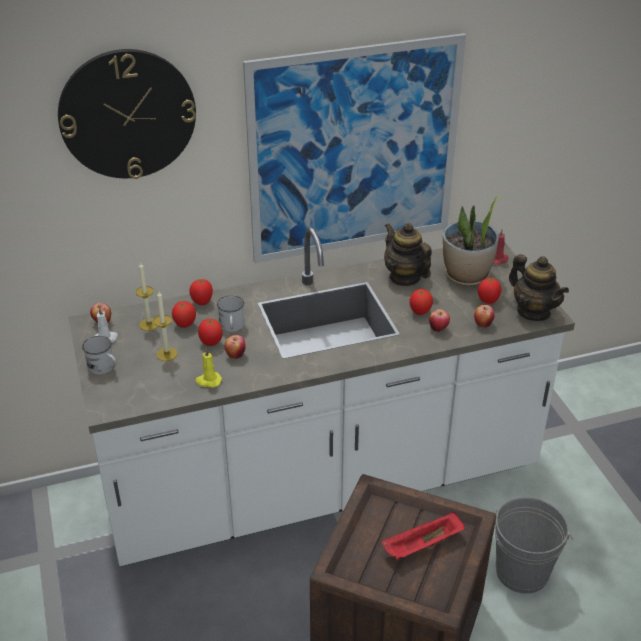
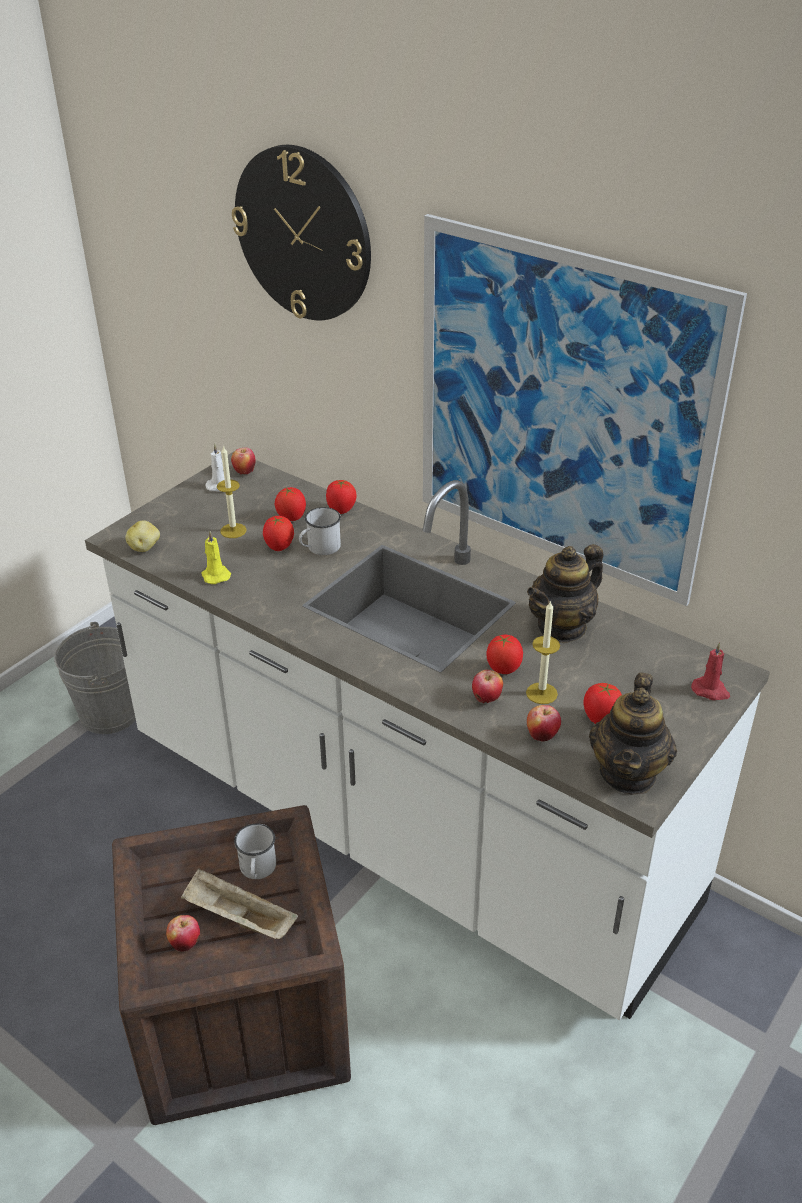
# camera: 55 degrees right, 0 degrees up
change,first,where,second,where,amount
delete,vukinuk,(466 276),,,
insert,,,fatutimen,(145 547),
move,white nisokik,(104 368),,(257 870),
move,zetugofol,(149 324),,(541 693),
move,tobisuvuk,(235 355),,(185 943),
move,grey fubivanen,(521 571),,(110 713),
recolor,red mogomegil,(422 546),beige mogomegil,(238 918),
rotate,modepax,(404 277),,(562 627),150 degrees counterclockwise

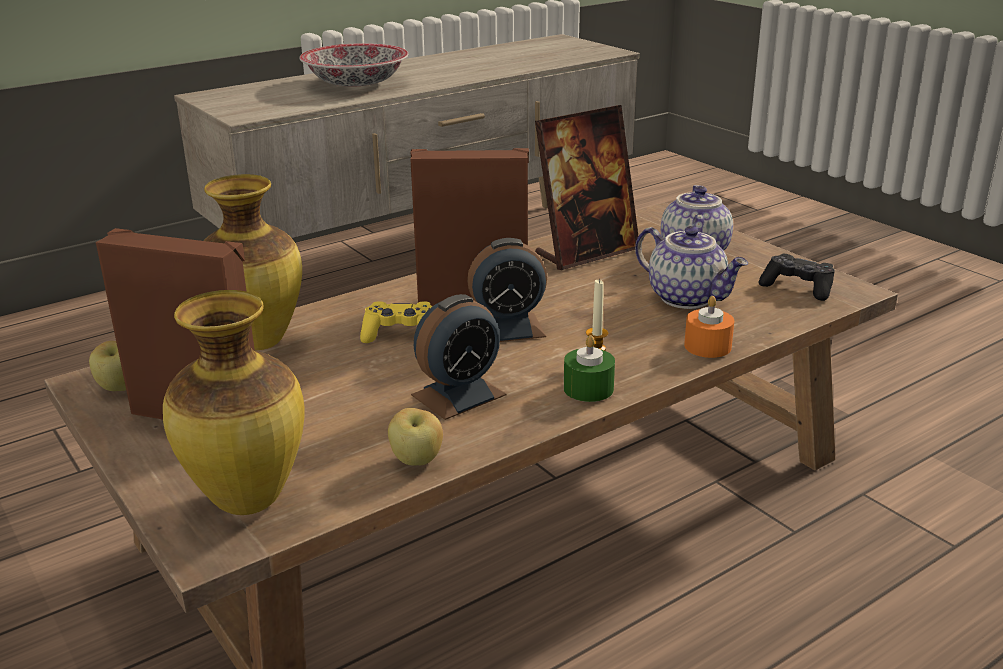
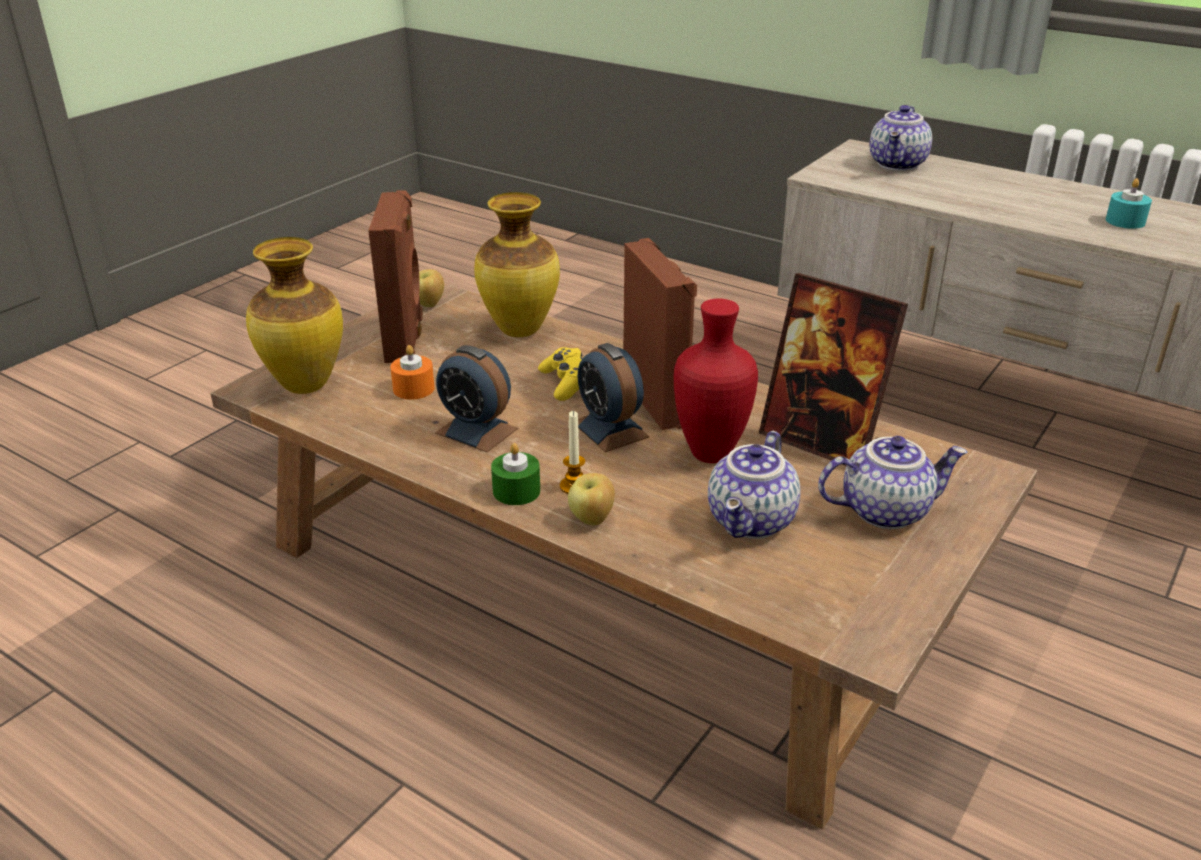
# camera: 70 degrees right, 5 degrees up
change,first,where,second,where,amount
delete,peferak,(355 84),,,
delete,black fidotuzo,(797 287),,,
insert,,,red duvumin,(710 455),
insert,,,modepax,(898 165),
insert,,,turquoise zetugofol,(1125 221),
move,tobisuvuk,(417 461),,(592 519),
move,orange zetugofol,(707 346),,(413 389),

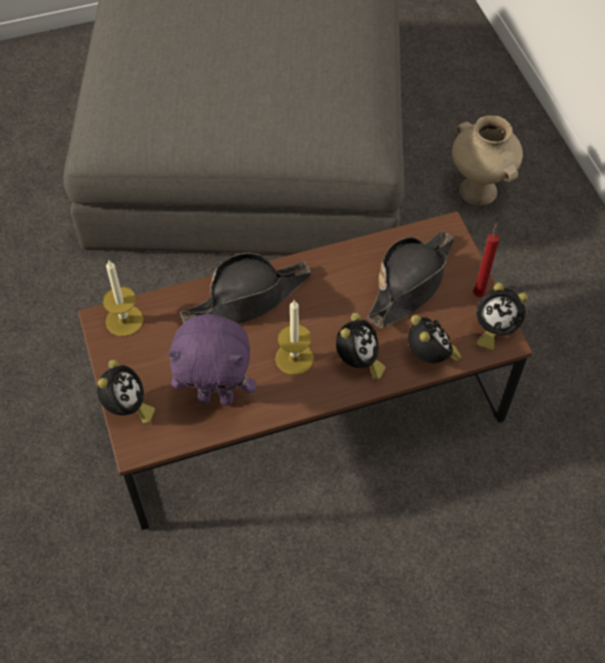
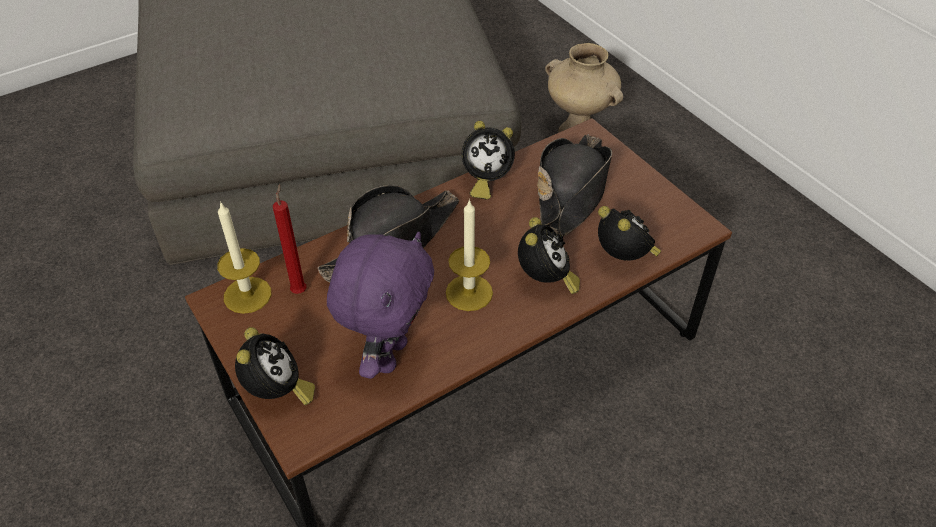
# camera: 15 degrees left, 10 degrees down
change,first,where,second,where,amount
move,red zetugofol,(479 293),,(299 290),
move,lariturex,(493 329),,(485 181),
rotate,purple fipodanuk,(216 397),,(388 355),60 degrees counterclockwise

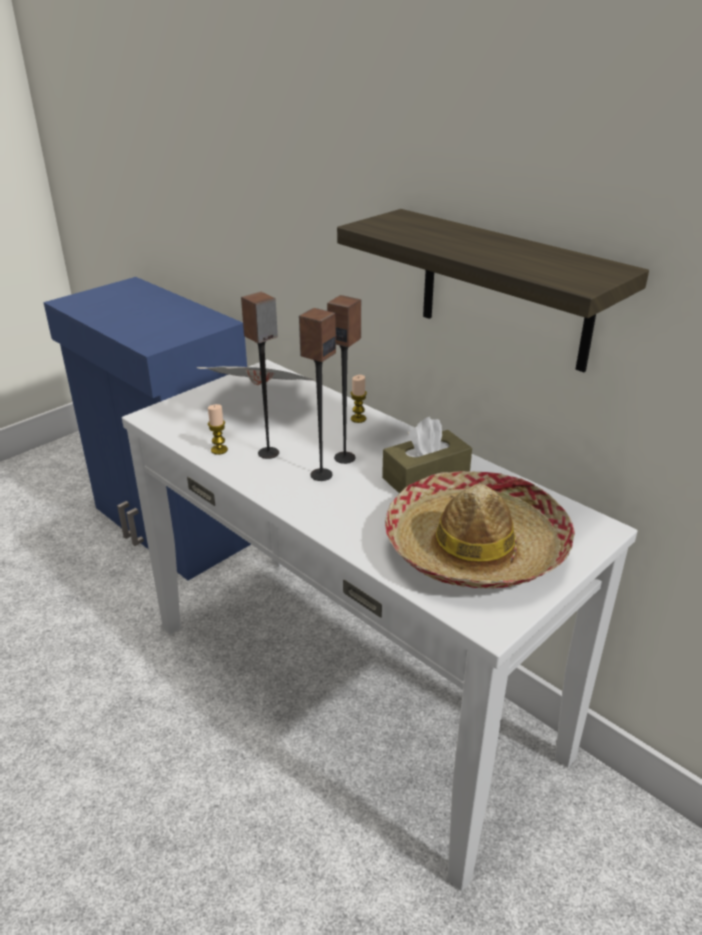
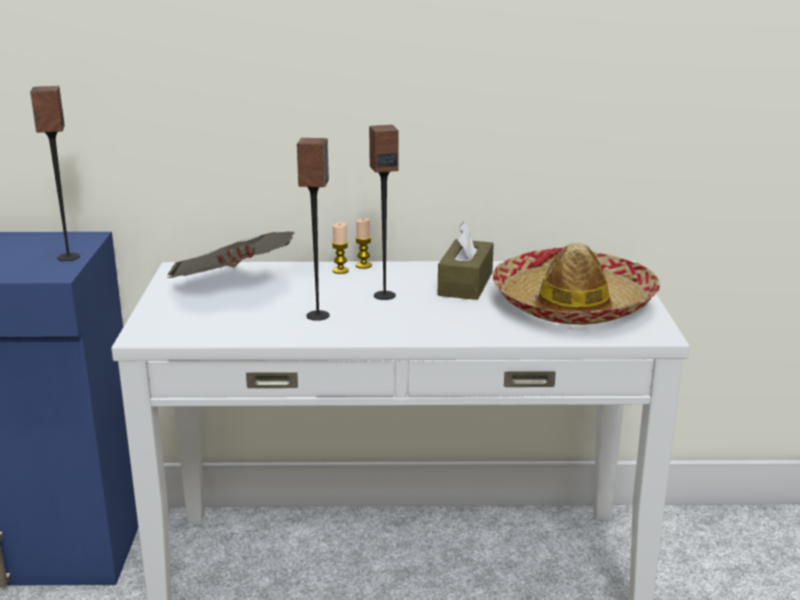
# camera: 45 degrees left, 10 degrees down
change,first,where,second,where,amount
delete,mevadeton,(505 290),,,
move,zetugofol,(219 450),,(363 265),
move,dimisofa,(321 474),,(68 257),

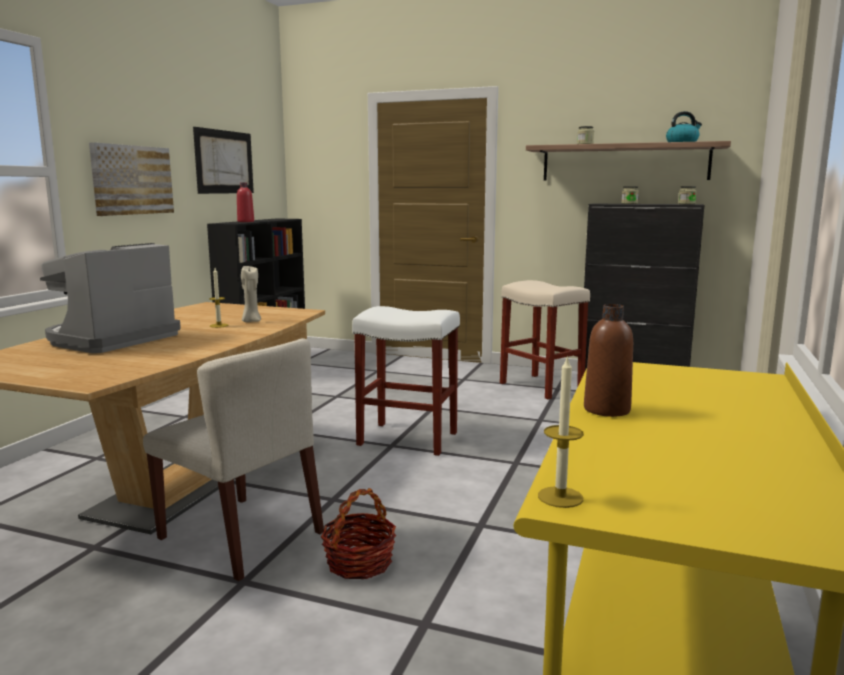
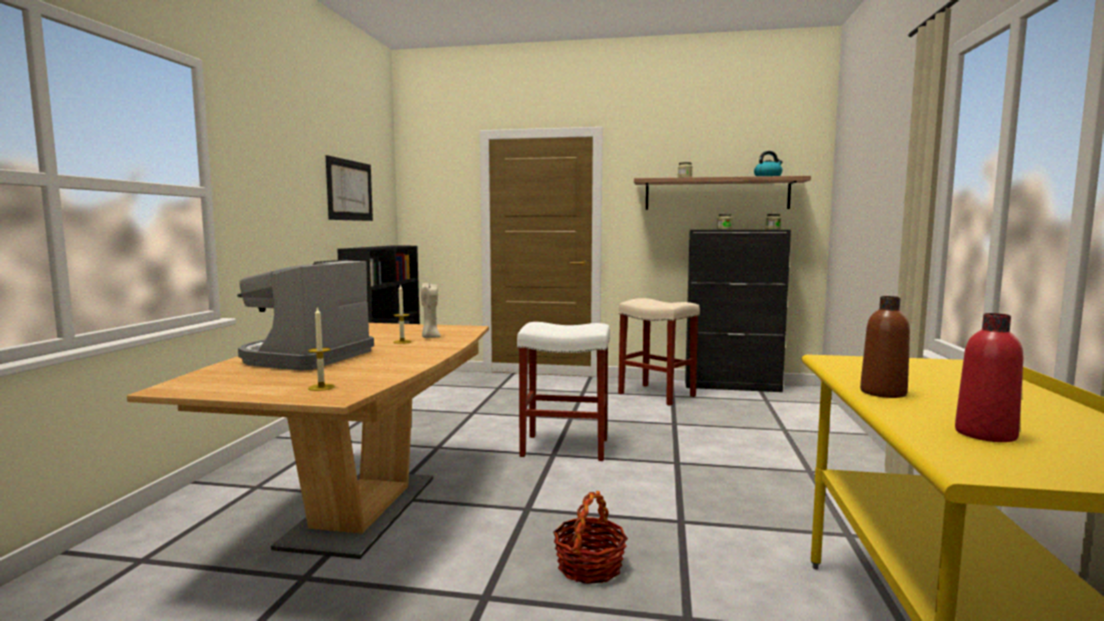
# camera: 10 degrees left, 5 degrees down
change,first,where,second,where,amount
delete,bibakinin,(132 180),,,
delete,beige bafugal,(242 535),,,
move,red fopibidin,(245 221),,(985 434),
move,zetugofol,(560 497),,(321 387),

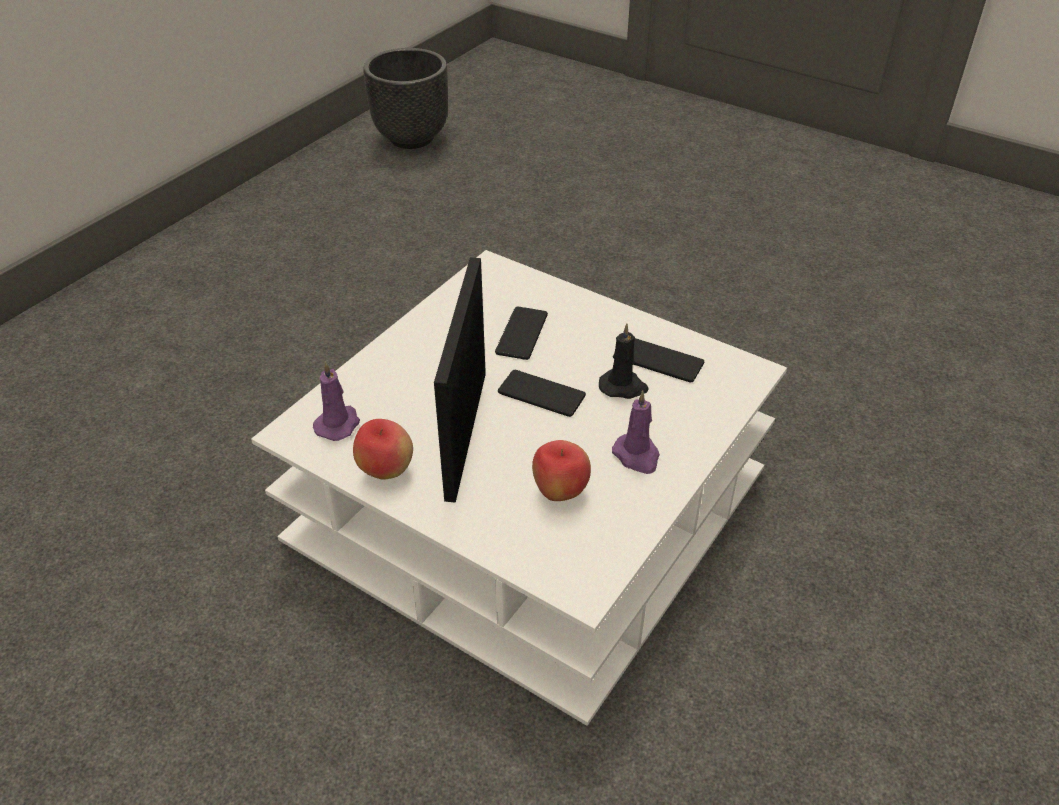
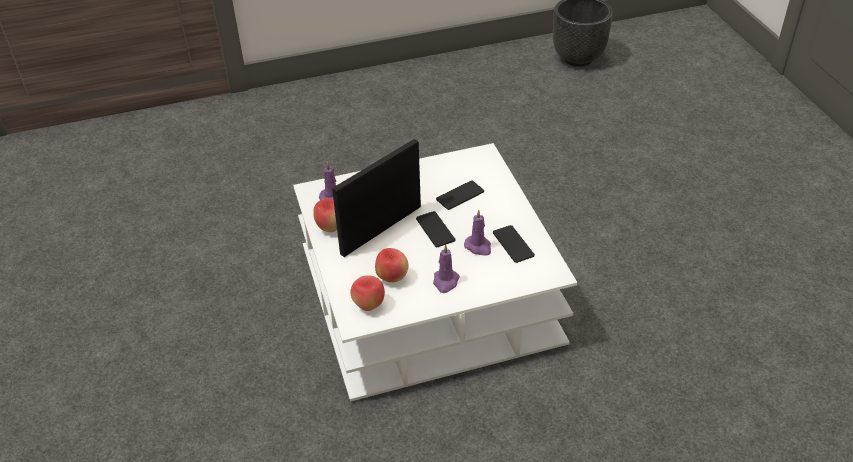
# camera: 40 degrees right, 0 degrees up
change,first,where,second,where,amount
insert,,,tobisuvuk,(369 305),
recolor,black zetugofol,(623 387),purple zetugofol,(478 247),

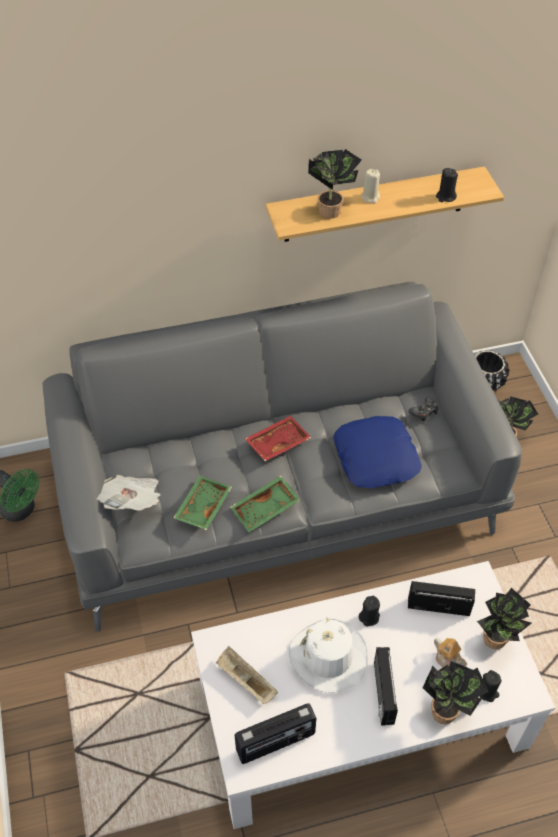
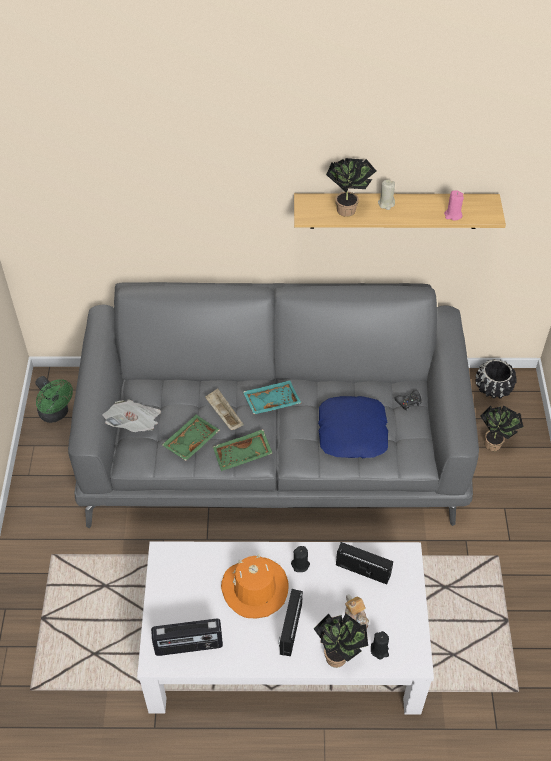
# camera: 15 degrees right, 0 degrees up
change,first,where,second,where,amount
delete,vukinuk,(496 642),,,
move,beige mogomegil,(245 680),,(223 415),
recolor,red mogomegil,(277 442),turquoise mogomegil,(271 401),
recolor,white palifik,(328 657),orange palifik,(254 589),
recolor,black zetugofol,(445 196),pink zetugofol,(453 215),

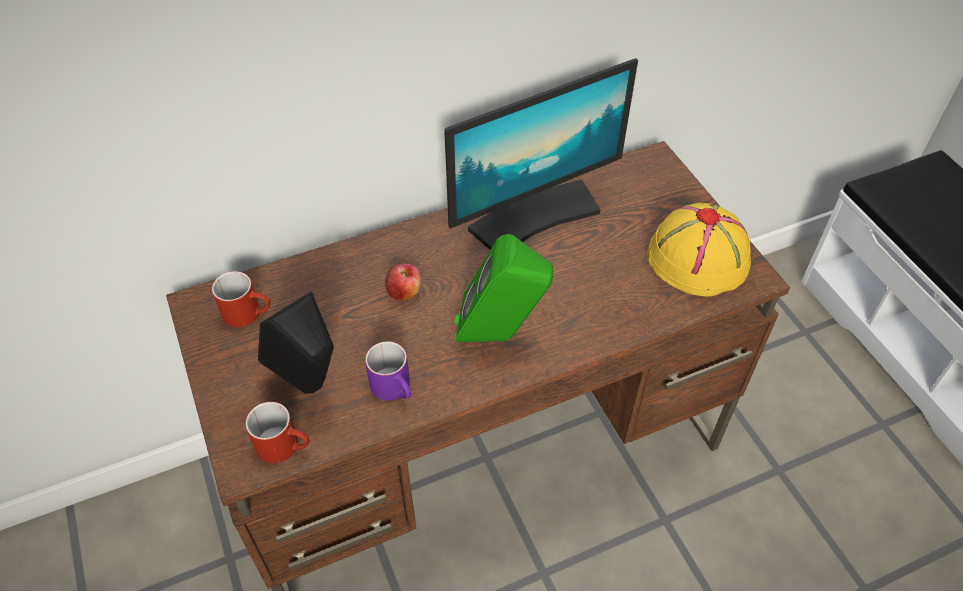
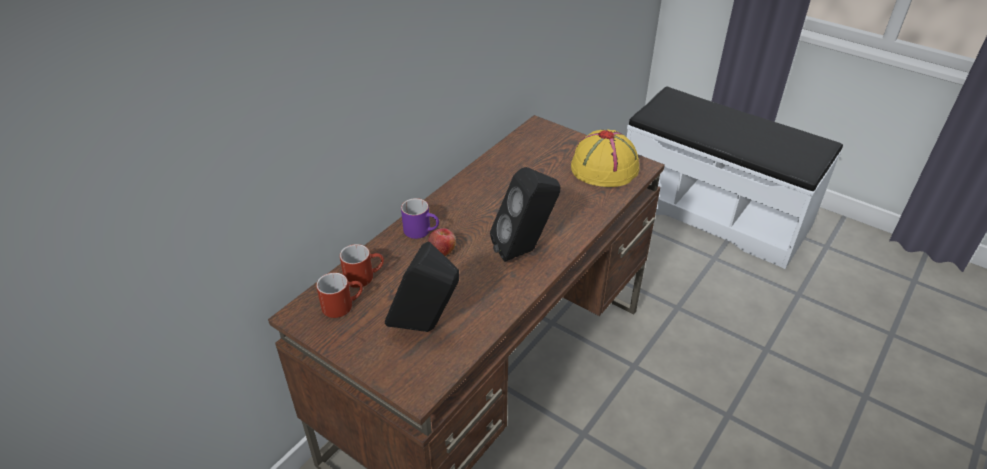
# camera: 30 degrees left, 10 degrees down
change,first,where,second,where,amount
delete,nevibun,(534 216),,,
move,red nisokik,(285 445),,(364 276),
move,purple nisokik,(395 388),,(422 231),
recolor,green dimisofa,(501 336),black dimisofa,(525 250),

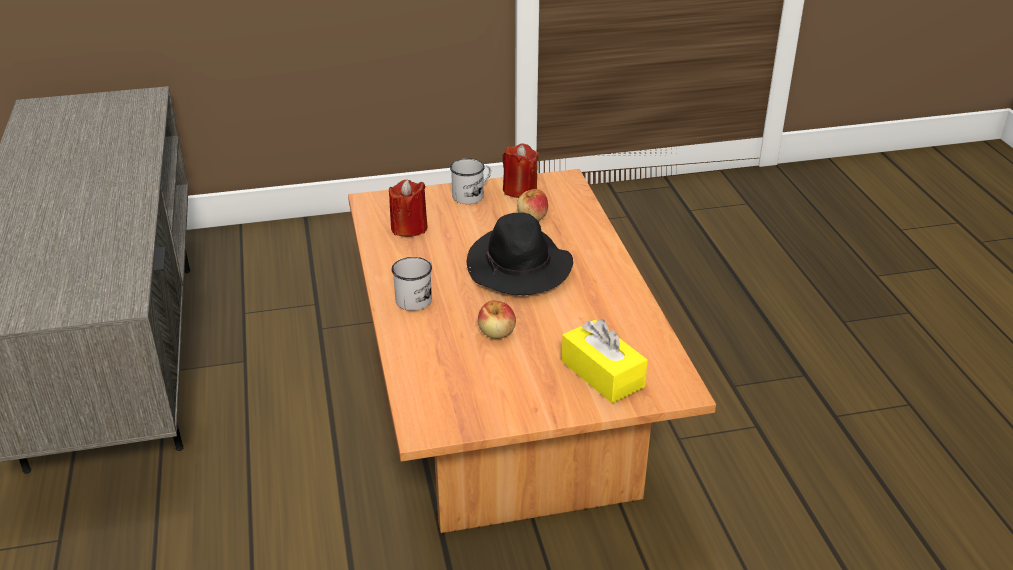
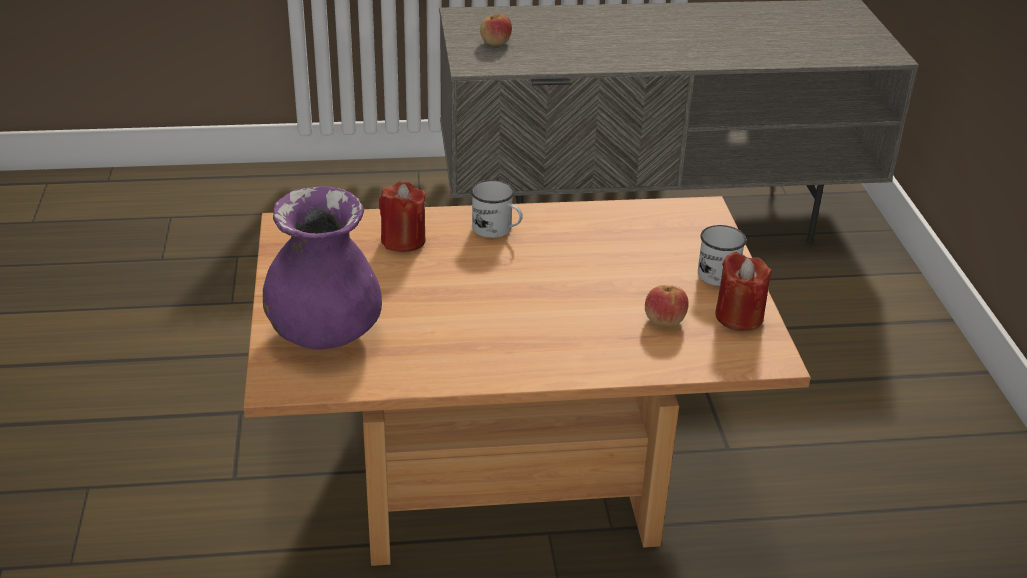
# camera: 95 degrees right, 0 degrees up
change,first,where,second,where,amount
delete,black palifik,(519 268),,,
move,red zetugofol,(409 228),,(403 240),
move,tobisuvuk,(496 333),,(495 42),
replace,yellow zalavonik,(602 374),purple duvumin,(325 333),

